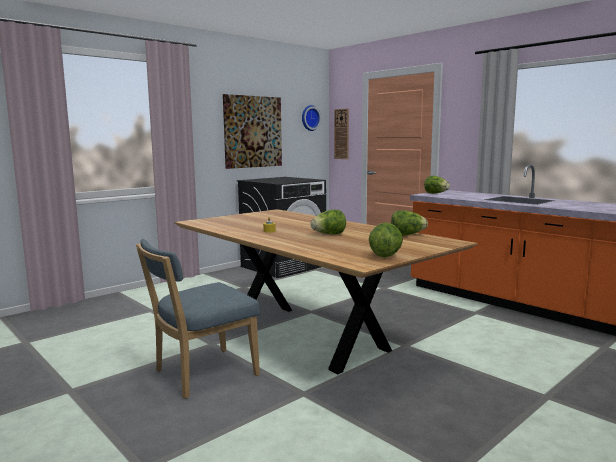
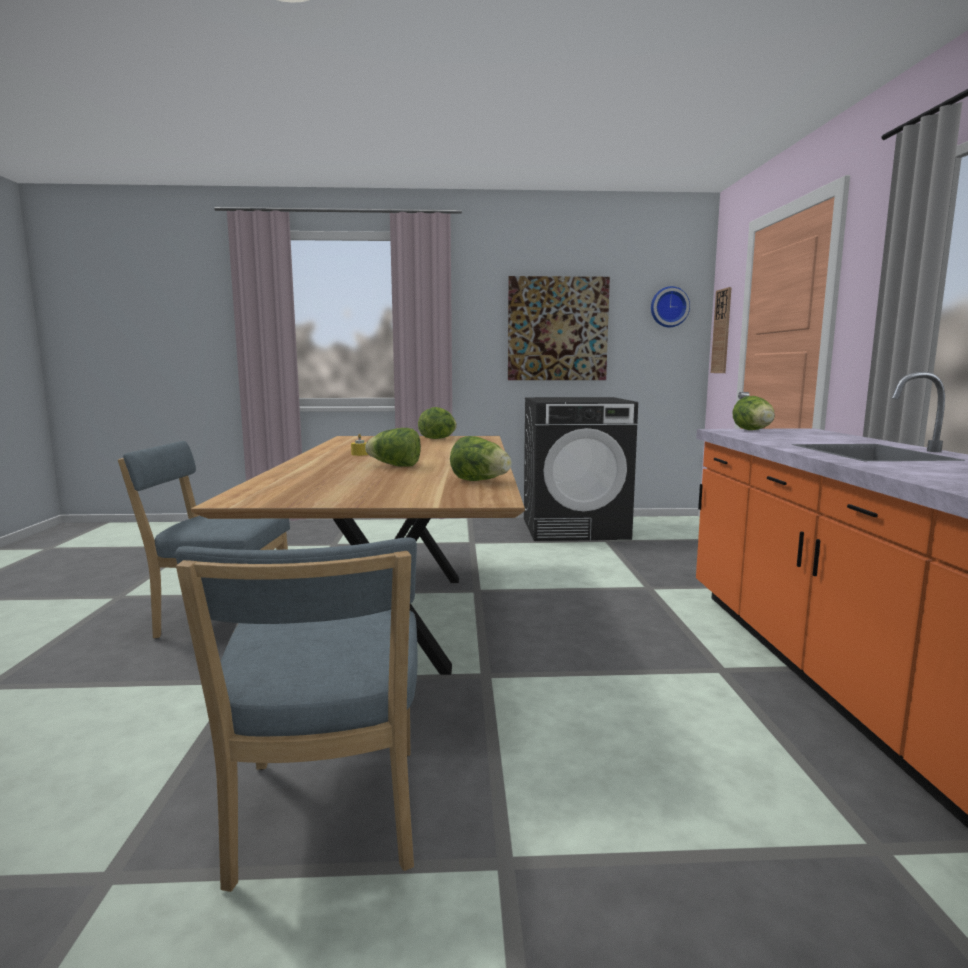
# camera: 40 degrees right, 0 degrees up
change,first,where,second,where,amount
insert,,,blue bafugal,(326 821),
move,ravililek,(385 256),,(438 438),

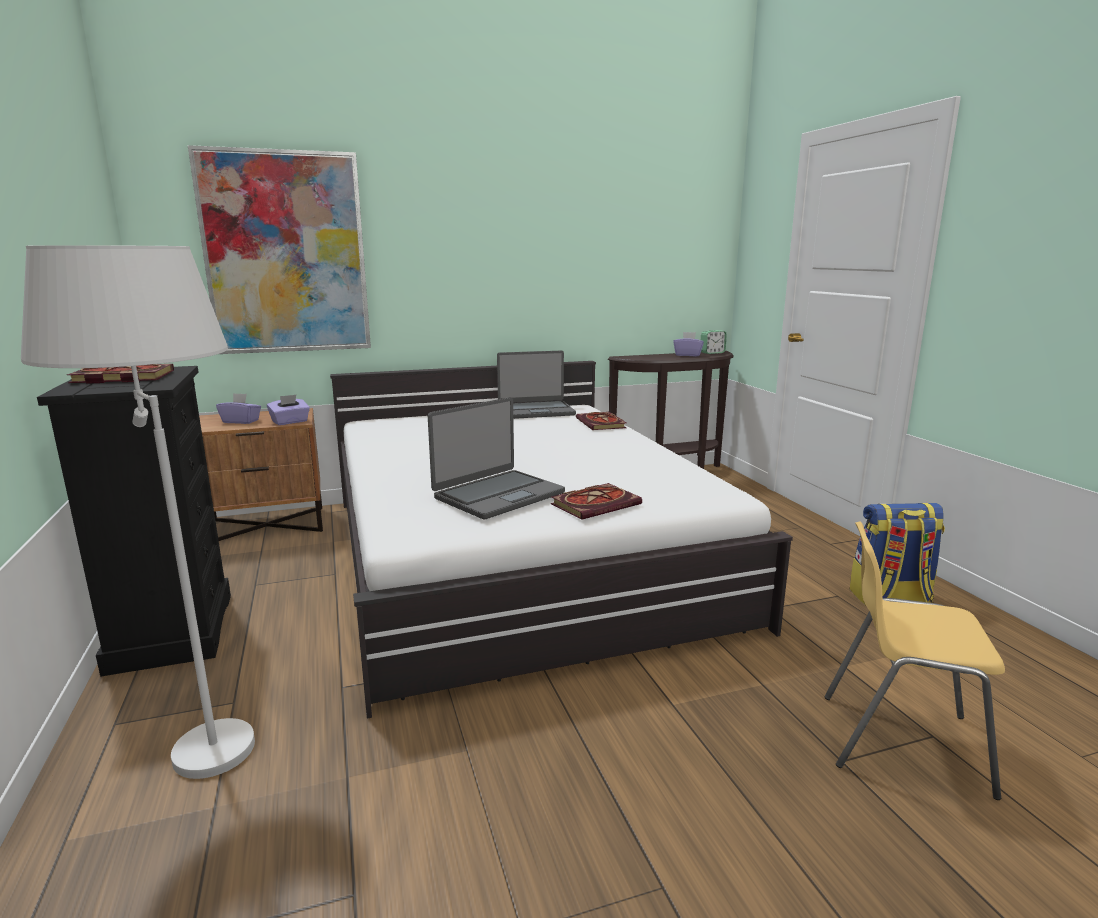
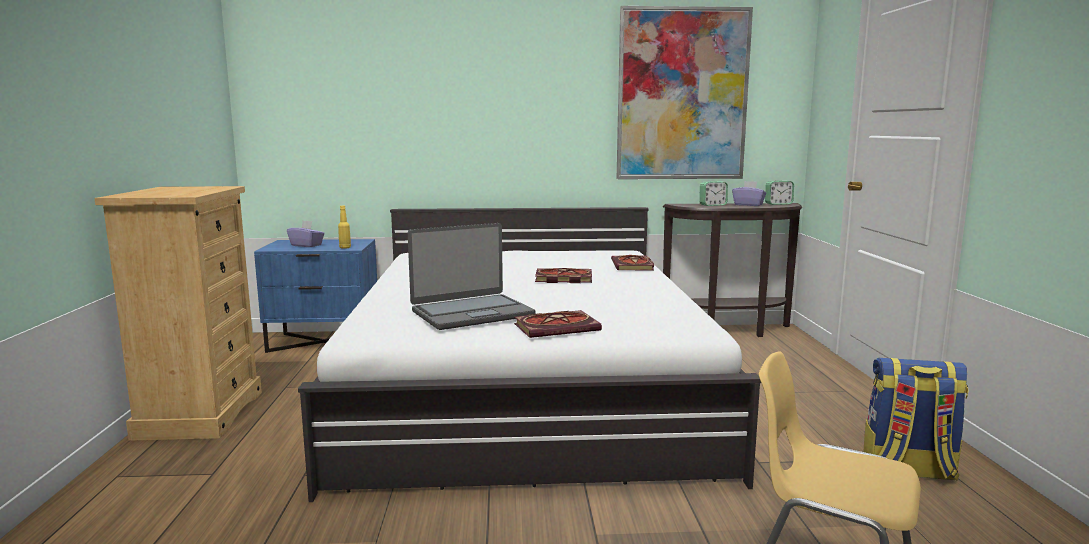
# camera: 15 degrees right, 5 degrees down
change,first,where,second,where,amount
delete,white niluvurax,(198 731),,,
delete,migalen,(536 411),,,
insert,,,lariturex,(712 205),
move,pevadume,(120 378),,(562 278),
move,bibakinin,(286 254),,(682 95),
replace,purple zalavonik,(290 422),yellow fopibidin,(345 247),
recolor,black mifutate,(172 631),beige mifutate,(200 414),
recolor,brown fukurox,(267 525),blue fukurox,(324 341),

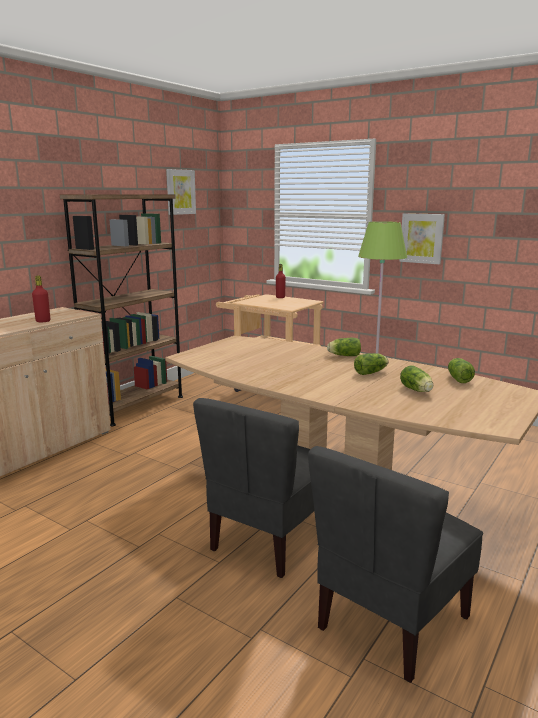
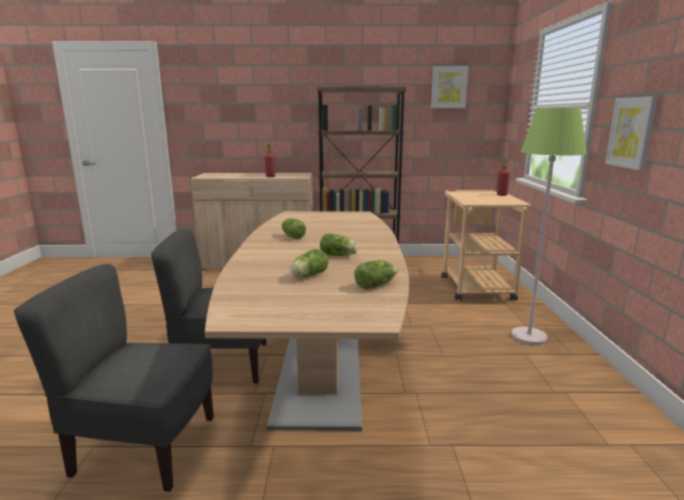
# camera: 55 degrees right, 0 degrees up
change,first,where,second,where,amount
move,ravililek,(343 355),,(292 236),

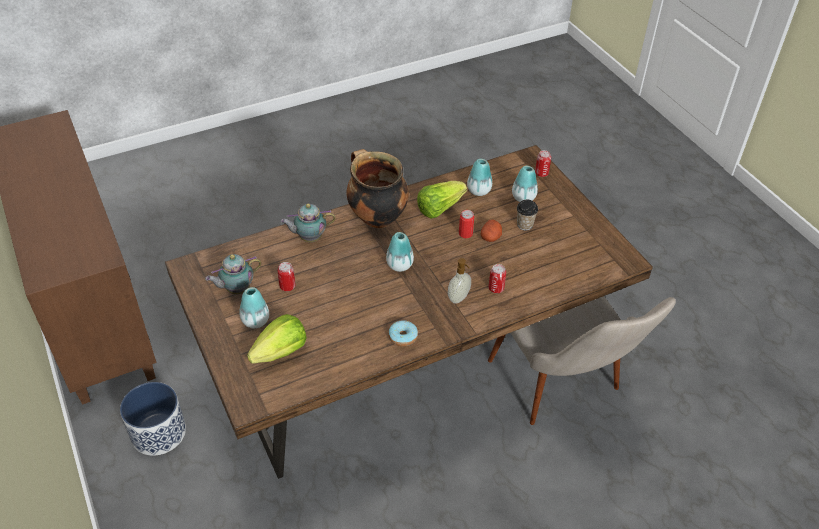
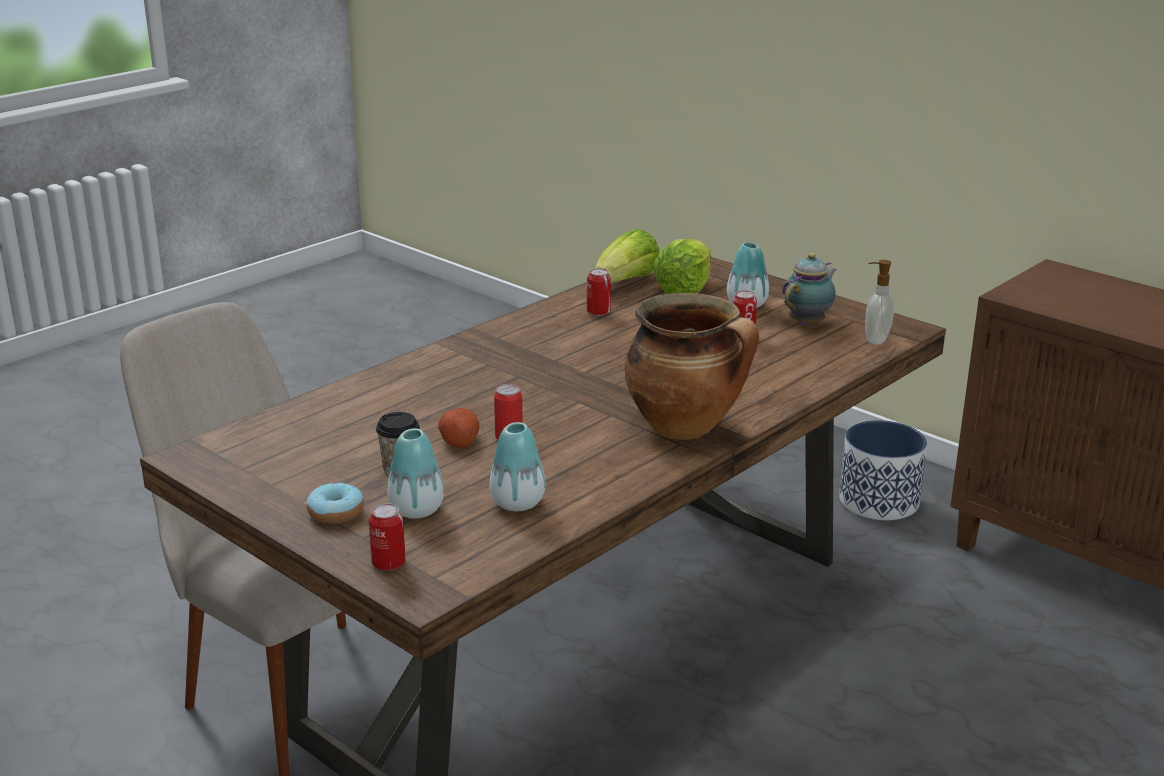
# camera: 160 degrees right, 20 degrees down
change,first,where,second,where,amount
delete,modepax,(309 238),,,
delete,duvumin,(399 265),,,
move,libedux,(403 337),,(336 513),
move,ravililek,(439 208),,(626 282),
move,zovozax,(459 298),,(875 339),
move,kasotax,(496 288),,(598 312),

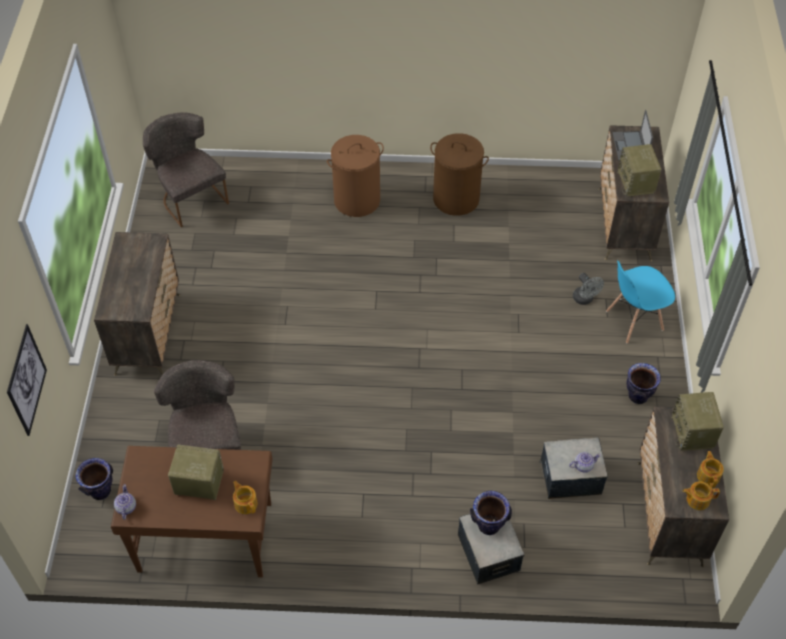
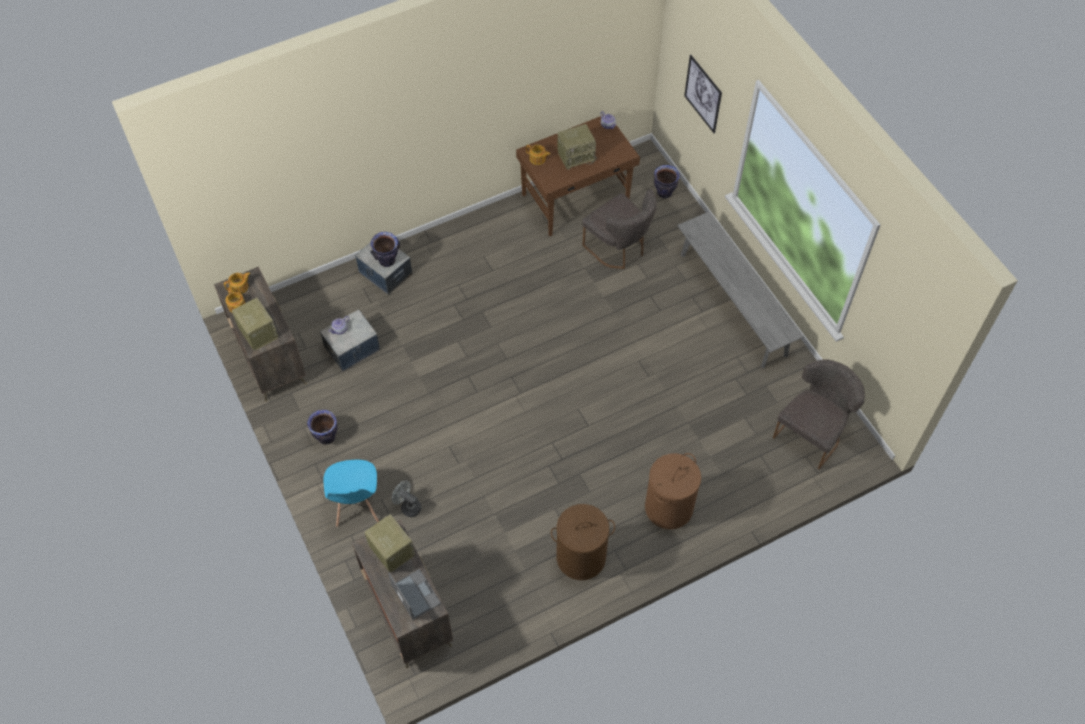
# camera: 150 degrees right, 5 degrees up
change,first,where,second,where,amount
replace,mifutate,(148 333),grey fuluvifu,(733 304),
rotate,grey bafugal,(190 198),,(812 433),75 degrees counterclockwise
rotate,blue bafugal,(634 321),,(356 506),135 degrees clockwise

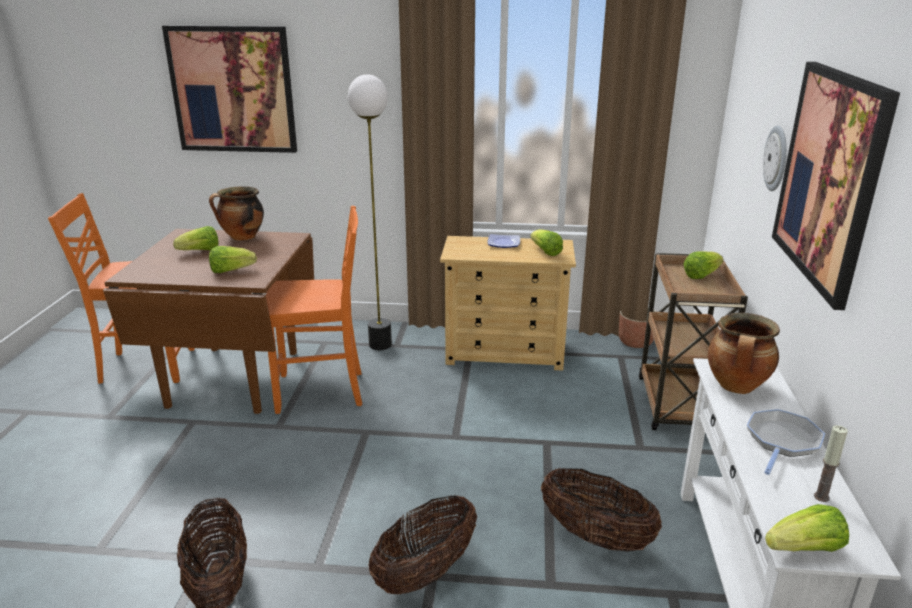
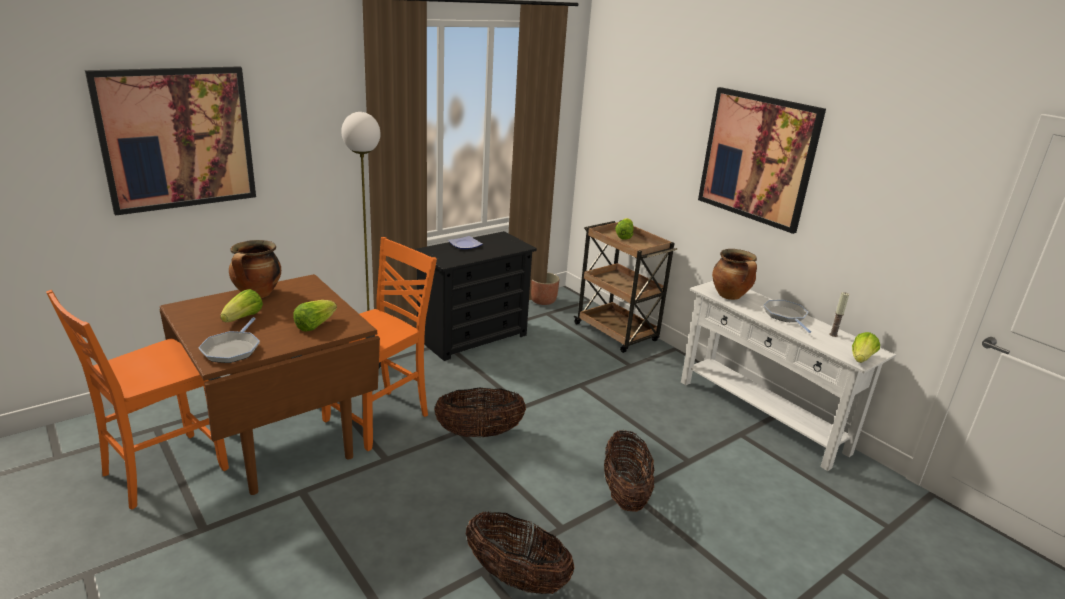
# camera: 45 degrees left, 0 degrees up
change,first,where,second,where,amount
delete,ravililek,(545 252),,,
delete,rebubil,(777 158),,,
insert,,,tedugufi,(232 349),
move,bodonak,(595 537),,(479 433),
recolor,beige mifutate,(505 352),black mifutate,(473 337),

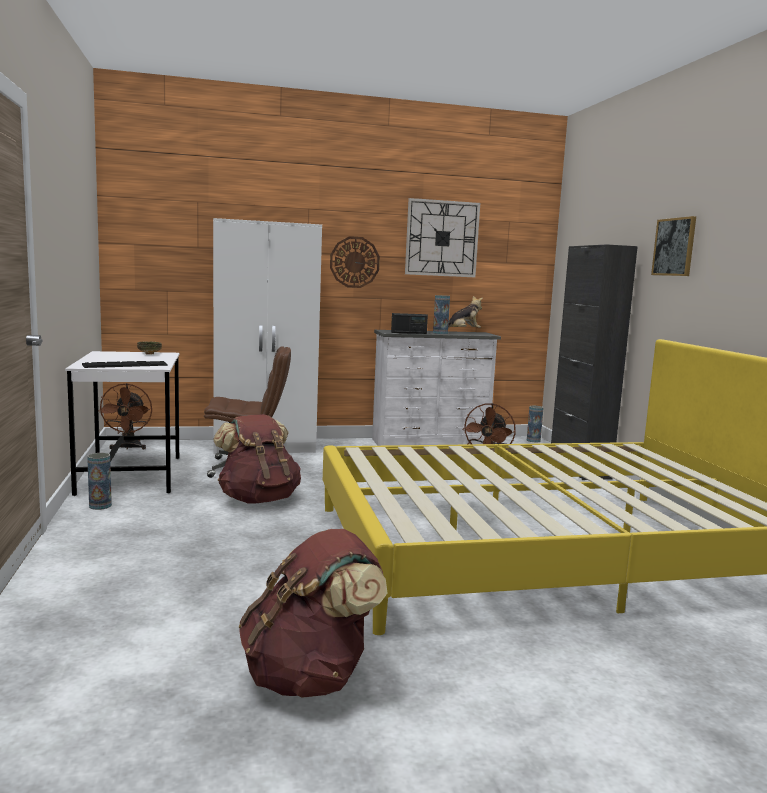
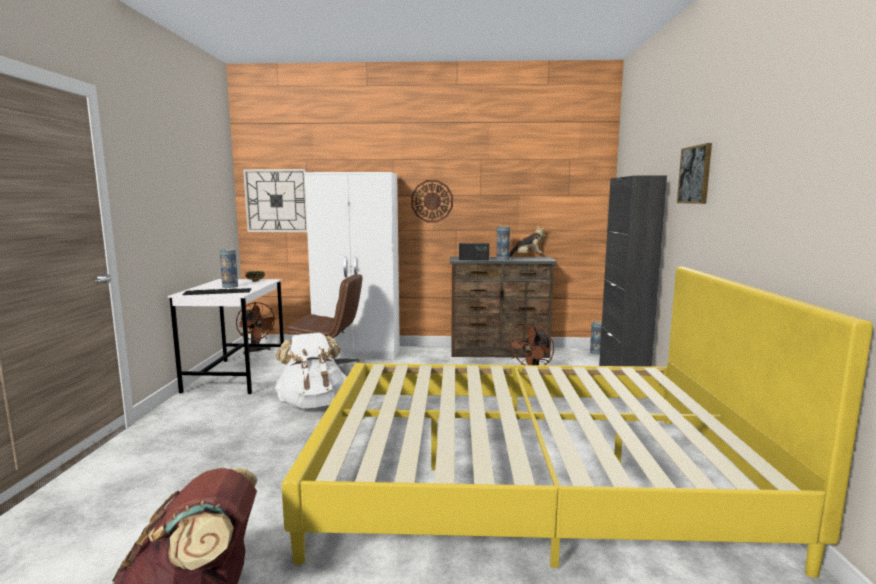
# camera: 15 degrees right, 0 degrees up
change,first,where,second,where,amount
move,duvumin,(100 506),,(230 286),
move,rebubil,(442 238),,(276 200),
recolor,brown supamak,(258 499),white supamak,(312 404),
recolor,white mifutate,(431 443),brown mifutate,(500 353),
rotate,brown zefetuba,(128 448),,(256 351),45 degrees counterclockwise

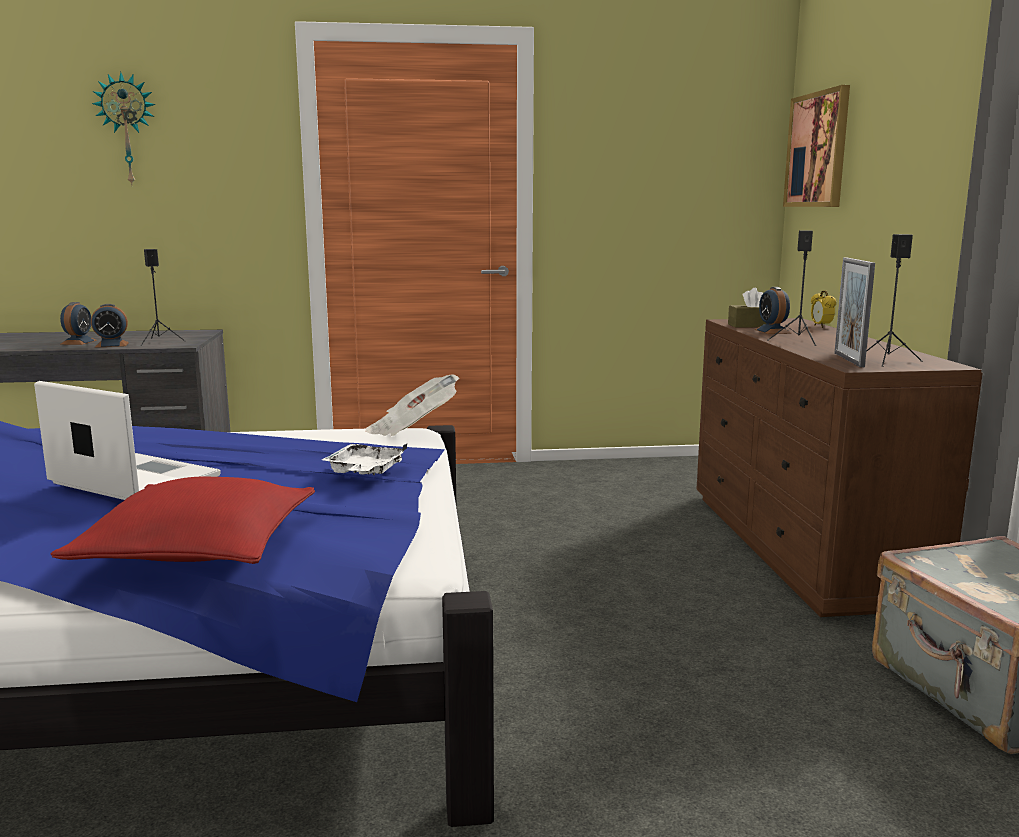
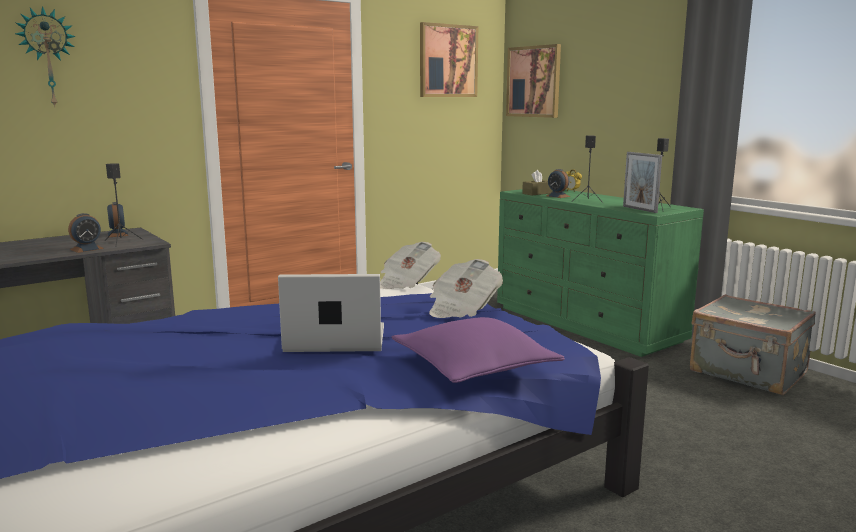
# camera: 30 degrees left, 0 degrees up
change,first,where,second,where,amount
insert,,,bibakinin,(448 61),
move,lariturex,(78 342),,(118 234),
replace,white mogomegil,(365 471),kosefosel,(462 309),
recolor,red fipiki,(199 548),purple fipiki,(474 366),
recolor,brown mifutate,(802 547),green mifutate,(587 324),

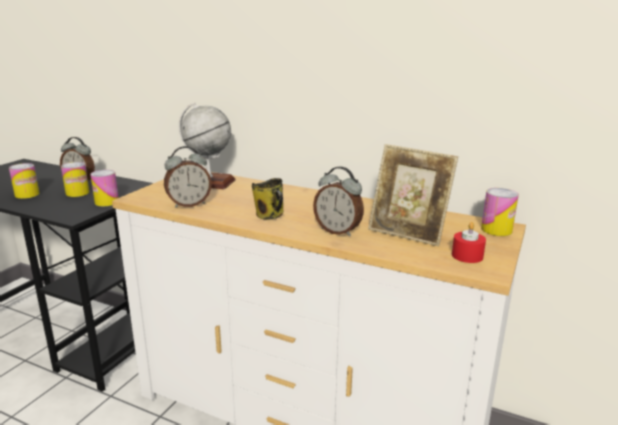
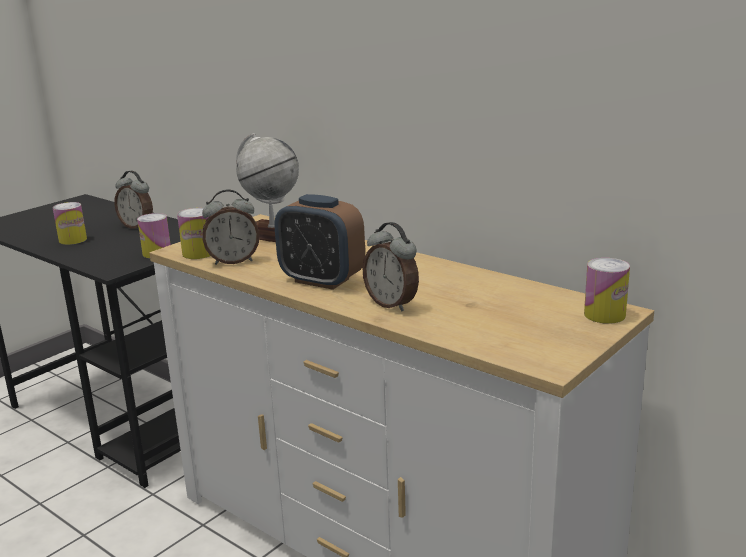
# camera: 15 degrees right, 0 degrees up
change,first,where,second,where,amount
delete,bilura,(408 233),,,
delete,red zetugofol,(467 256),,,
move,kasotax,(77 193),,(198 253),
replace,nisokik,(270 216),lariturex,(321 280),

